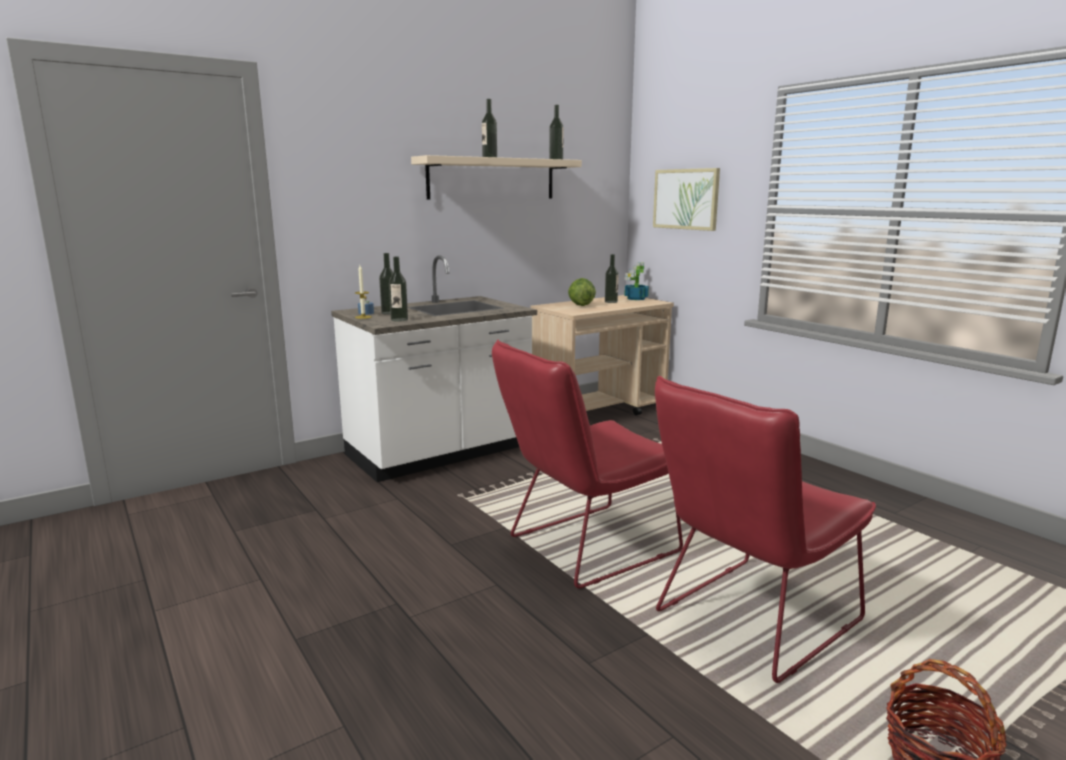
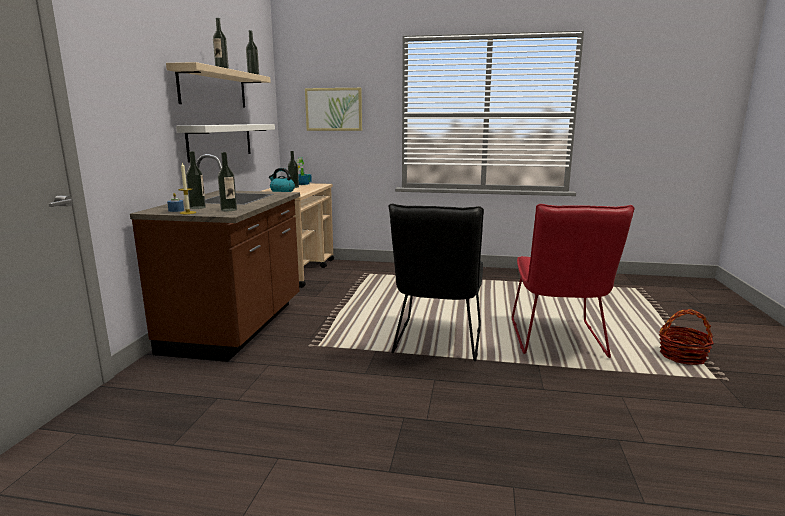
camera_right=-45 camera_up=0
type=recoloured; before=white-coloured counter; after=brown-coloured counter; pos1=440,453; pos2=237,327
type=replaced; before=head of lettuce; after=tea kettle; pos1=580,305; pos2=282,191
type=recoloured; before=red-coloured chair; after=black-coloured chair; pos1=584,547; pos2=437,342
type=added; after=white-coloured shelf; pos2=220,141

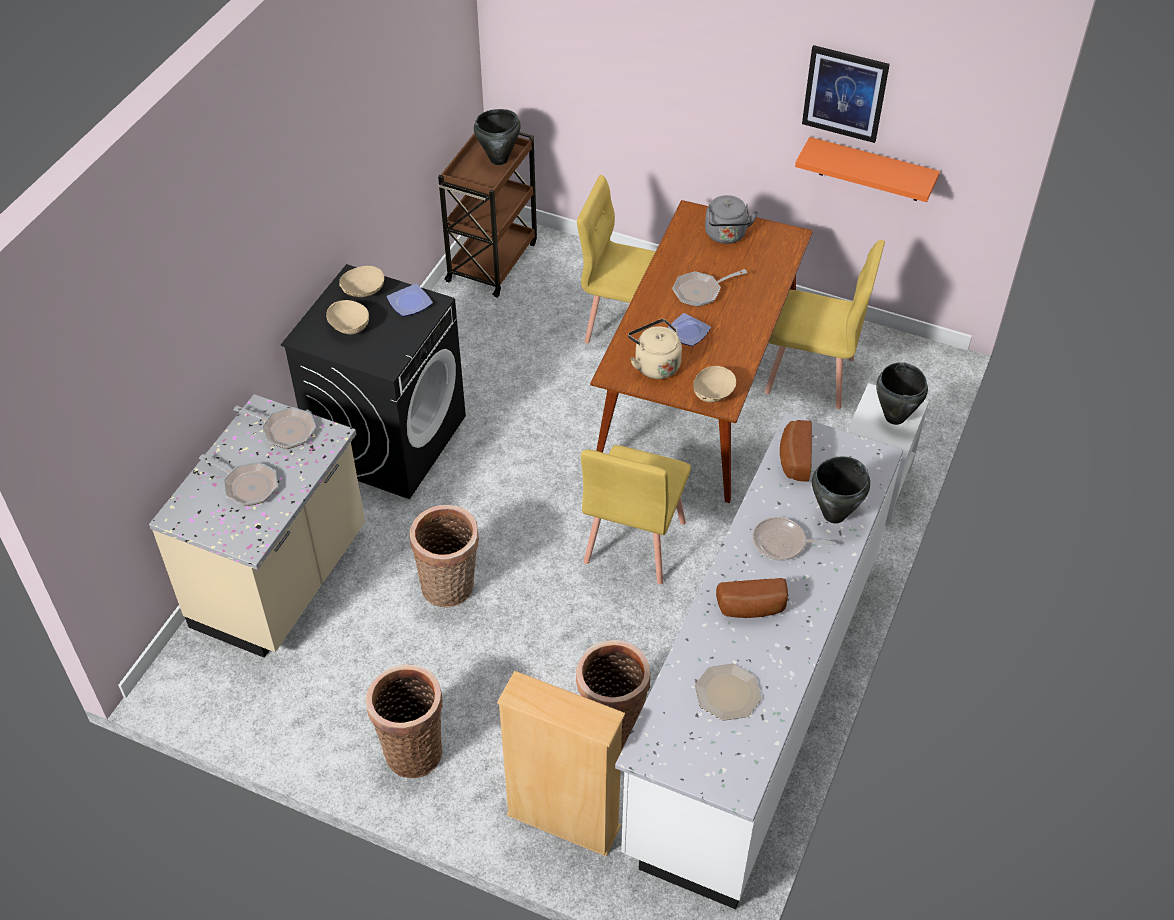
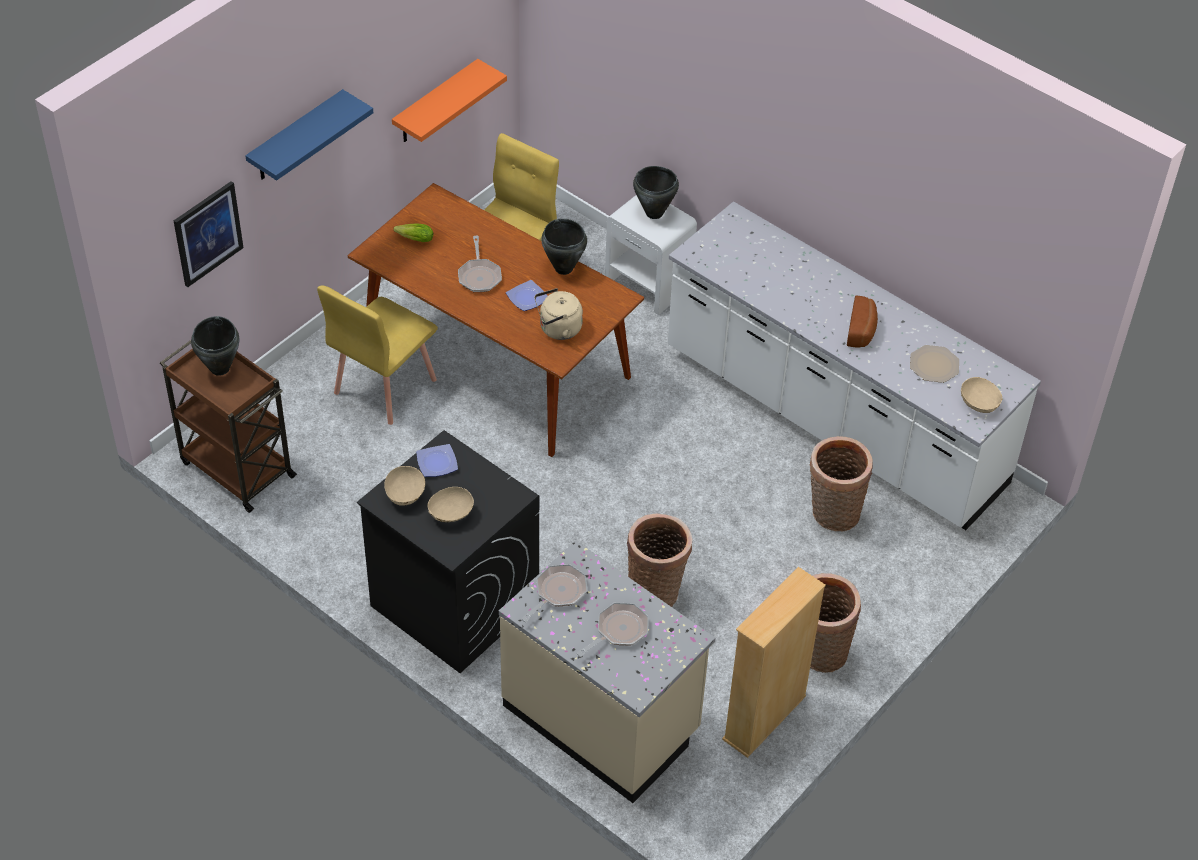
camera_right=-75 camera_up=0
type=moved; before=wall picture; pos1=845,93; pos2=207,233
type=replaced; before=gray tea kettle; after=head of lettuce; pos1=726,235; pos2=413,239
type=moved; before=beige-coloured serving bowl; pos1=713,394; pos2=979,404
type=removed; before=baked bread; pos1=793,459
type=removed; before=yellow chair; pos1=633,542
type=moved; before=black-coloured stockpot; pos1=833,514; pos2=563,268
type=removed; before=frying pan; pos1=782,543
type=moved; before=beige-coloured bookshelf; pos1=563,821; pos2=764,718
type=added; after=blue-coloured shelf; pos2=296,137

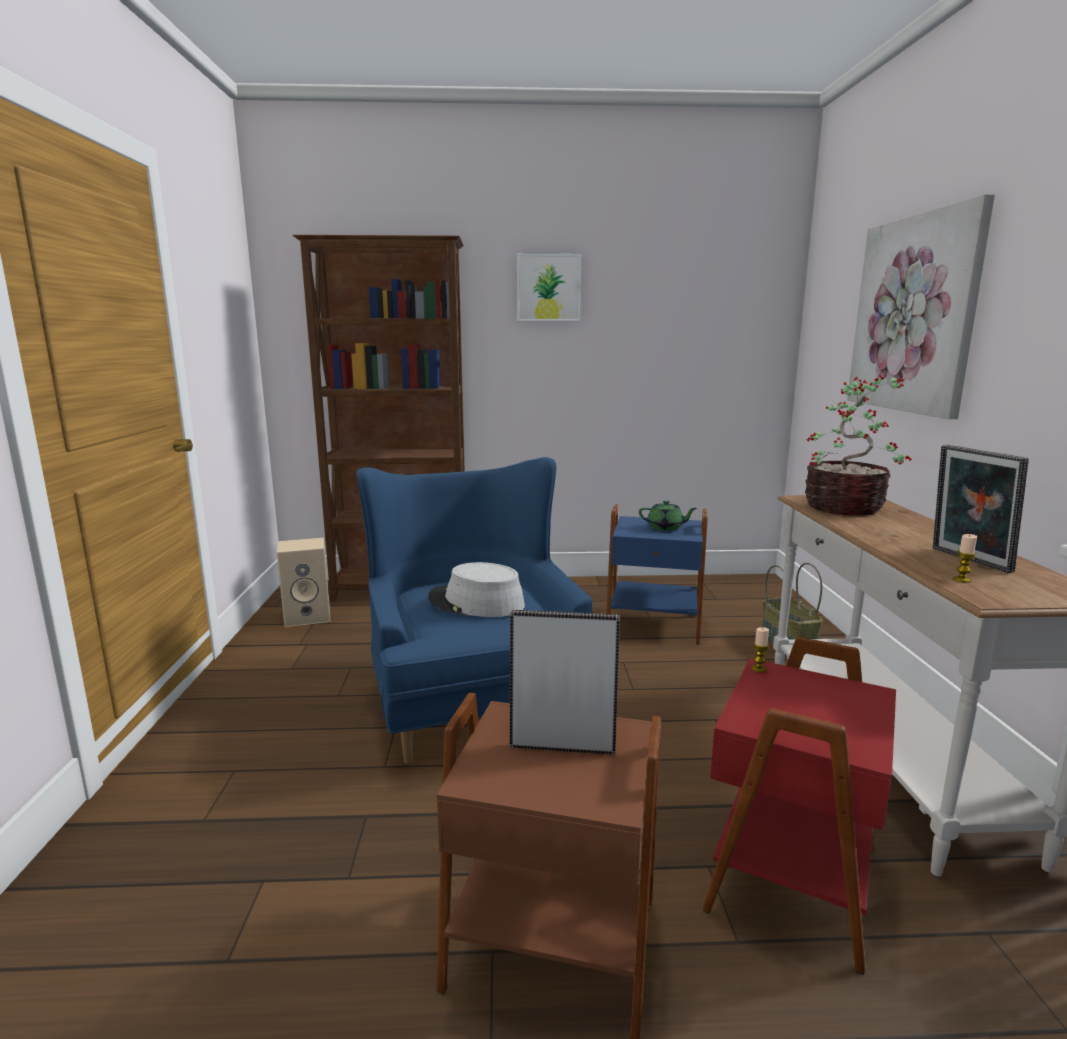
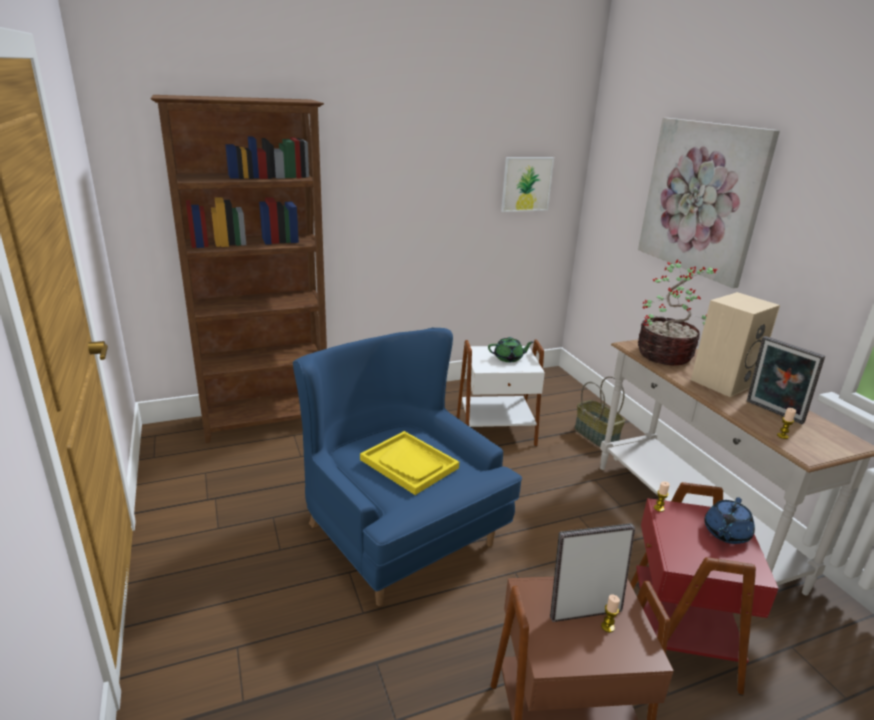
camera_right=-20 camera_up=10
type=moved; before=wall picture; pos1=548,288; pos2=526,184
type=recoloured; before=blue-coloured end table; after=white-coloured end table; pos1=653,625; pos2=496,432
type=moved; before=beige-coloured speaker; pos1=309,616; pos2=722,381
type=replaced; before=gray hat; after=yellow serving tray; pos1=476,603; pos2=409,464
type=added; after=blue-coloured tea pot; pos2=725,533
type=added; after=wax candle; pos2=607,627

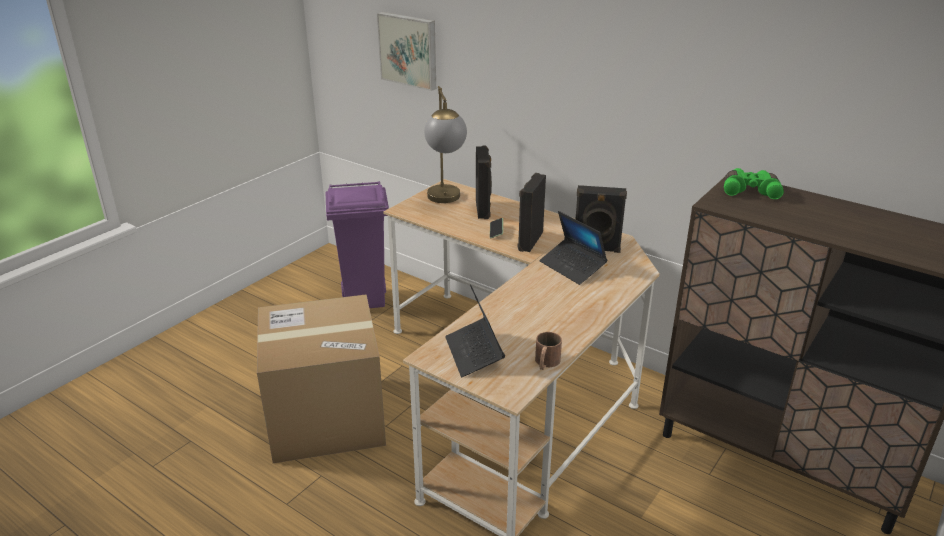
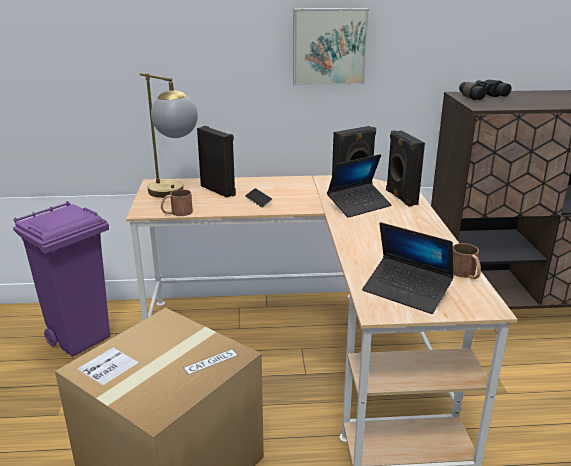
camera_right=-40 camera_up=-5
type=moved; before=wall picture; pos1=409,50; pos2=329,46
type=recoloured; before=green binoculars; after=black-coloured binoculars; pos1=750,191; pos2=480,97
type=moved; before=black-coloured speaker; pos1=529,241; pos2=400,197
type=turned; before=notebook computer; pos1=572,267; pos2=359,205; turn=-45
type=added; after=brown-coloured mug; pos2=177,213

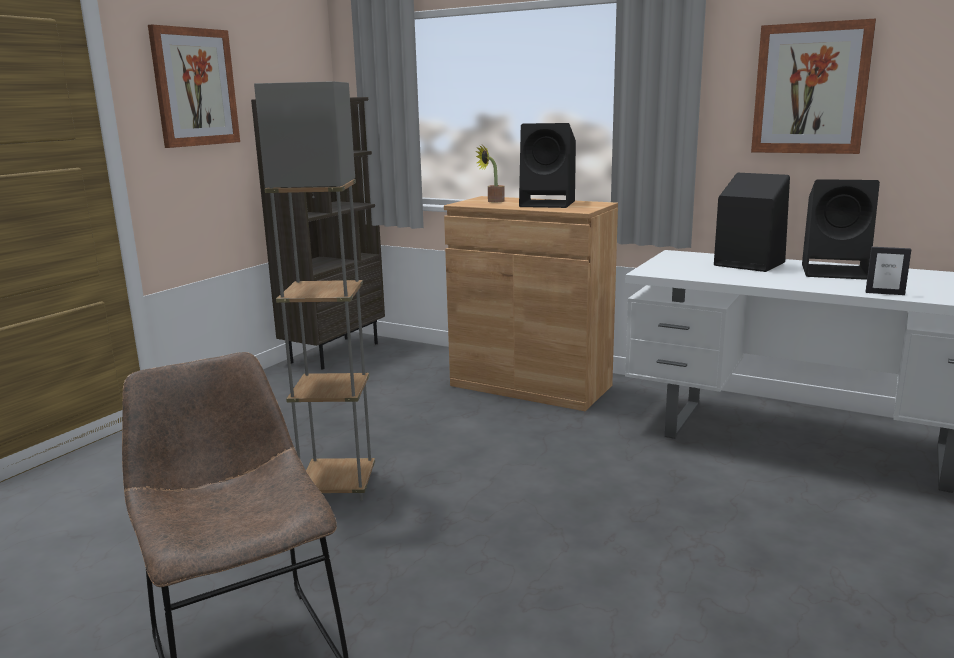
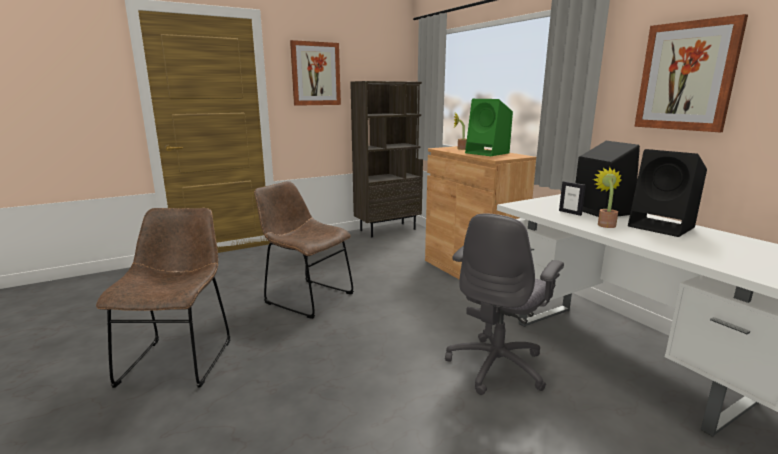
camera_right=30 camera_up=0
type=replaced; before=gray floor lamp; after=brown-coloured chair; pos1=337,486; pos2=306,297
type=recoloured; before=black-coloured speaker; after=green speaker; pos1=549,204; pos2=488,153
type=moved; before=photo frame; pos1=884,293; pos2=570,213
type=added; after=potted plant; pos2=605,224
type=added; after=gray computer chair; pos2=497,366

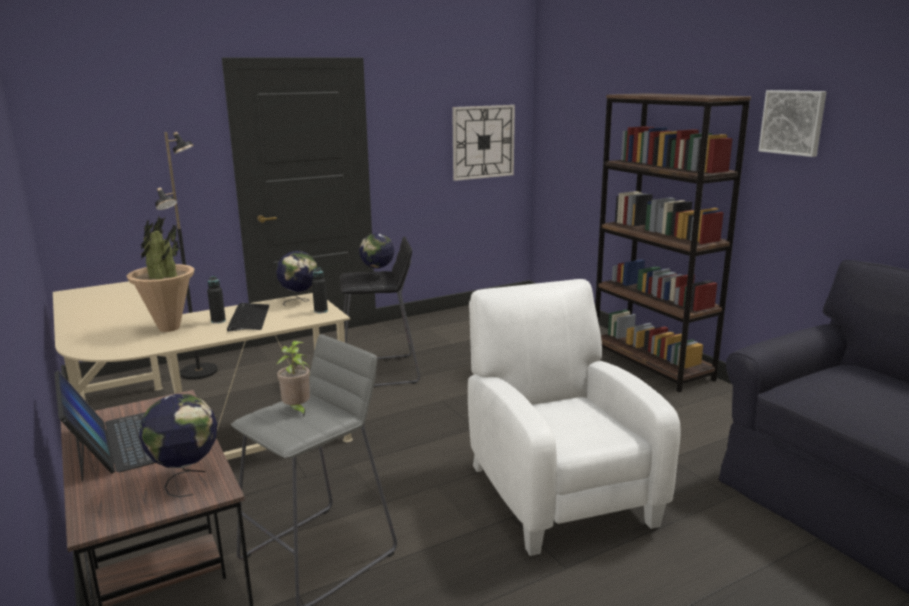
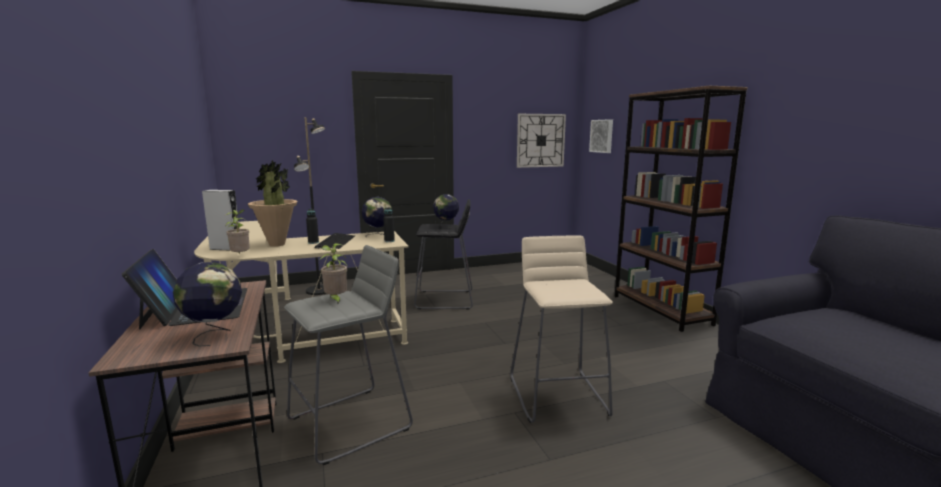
camera_right=10 camera_up=-5
type=moved; before=wall picture; pos1=793,122; pos2=602,136
type=replaced; before=white-coloured armchair; after=beige-coloured sitting stool; pos1=556,490; pos2=558,395
type=added; after=gray speaker; pos2=225,248
type=added; after=potted plant; pos2=241,256

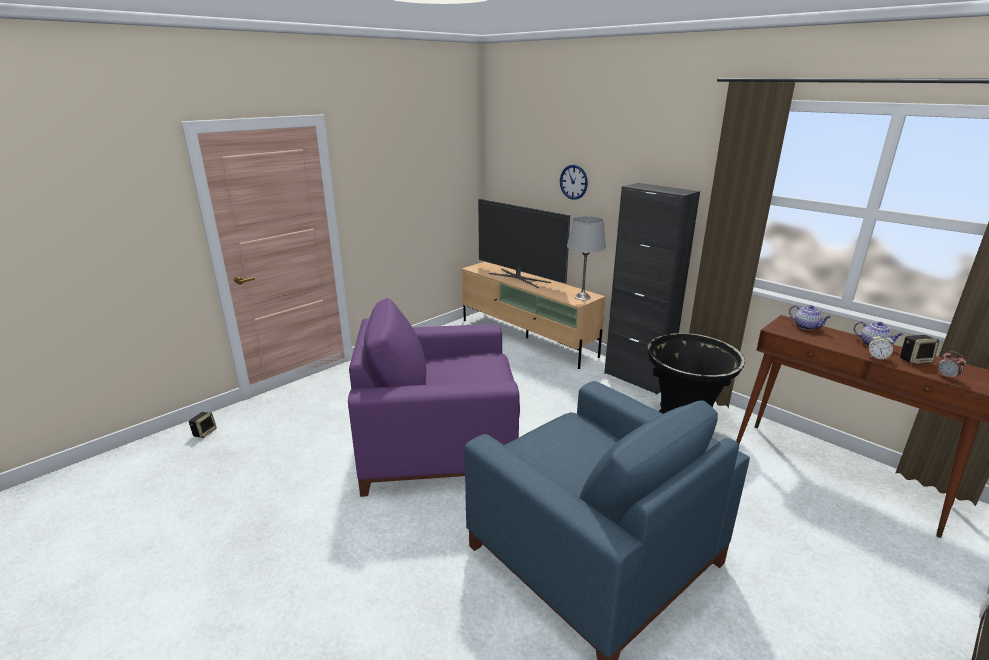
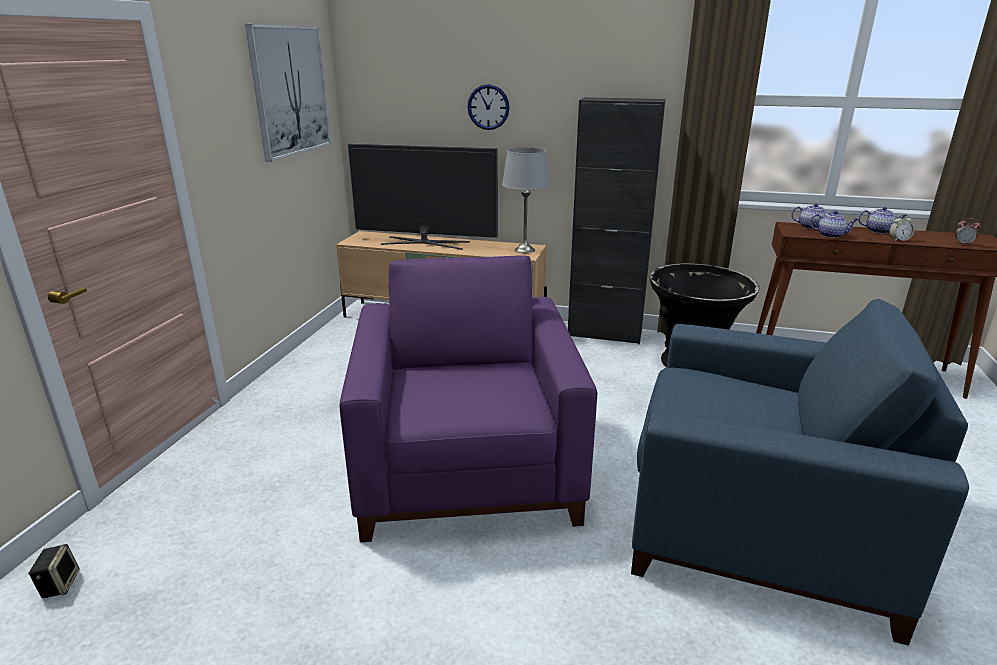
camera_right=-30 camera_up=0
type=turned; before=purplish armchair; pos1=440,444; pos2=468,468; turn=120
type=removed; before=speaker; pos1=915,360
type=added; after=wall picture; pos2=290,91
type=added; after=tea pot; pos2=831,235

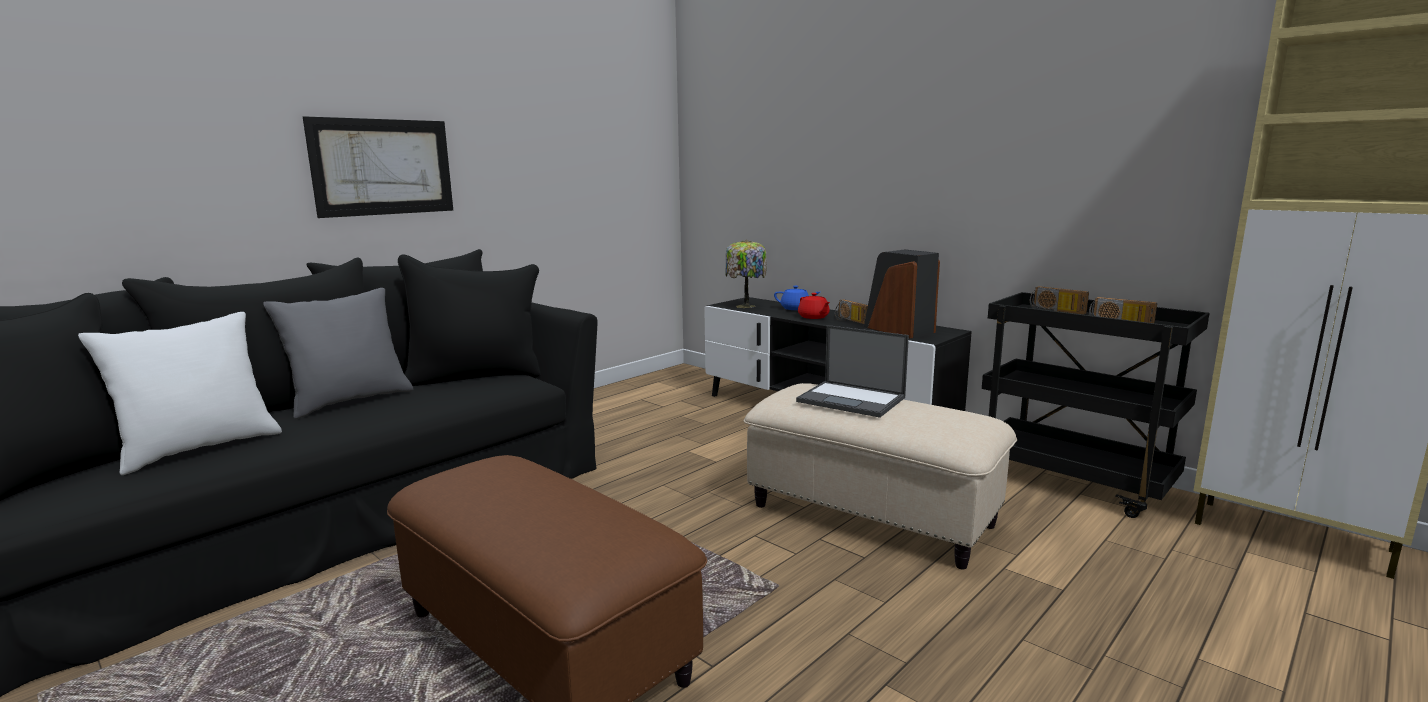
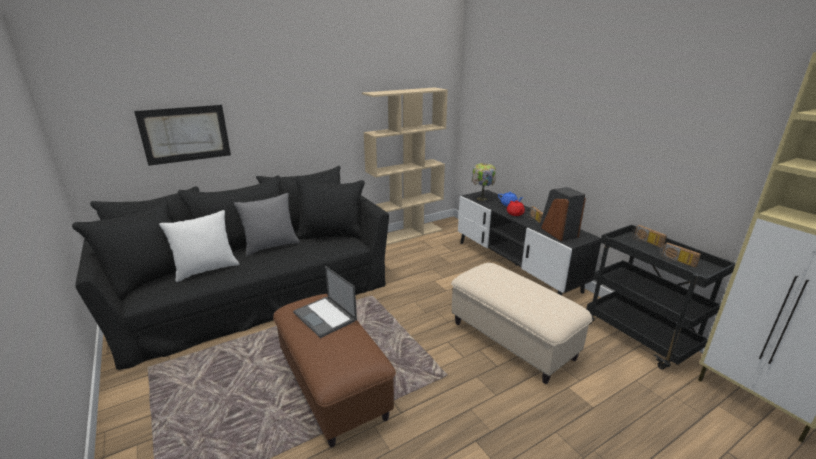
camera_right=15 camera_up=10
type=moved; before=wall picture; pos1=383,167; pos2=185,134
type=moved; before=notebook computer; pos1=852,400; pos2=325,316
type=added; after=beige-coloured bookshelf; pos2=406,234

